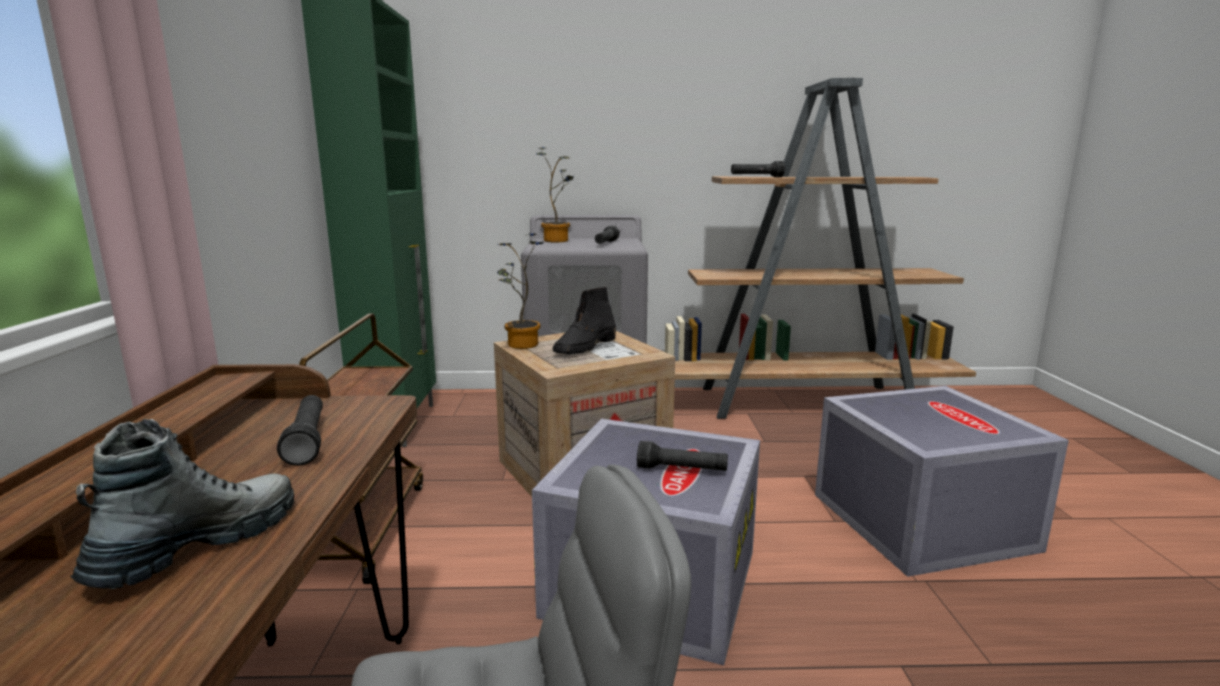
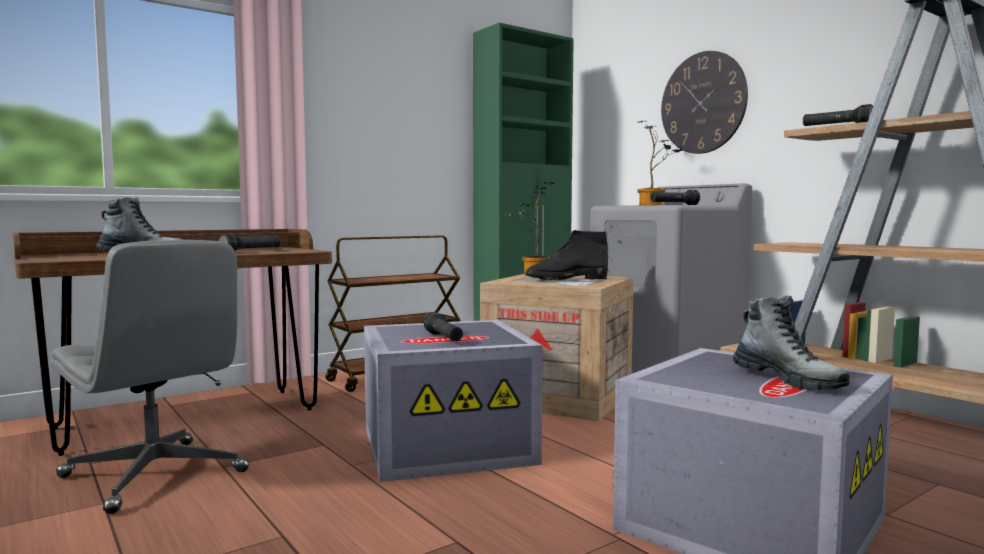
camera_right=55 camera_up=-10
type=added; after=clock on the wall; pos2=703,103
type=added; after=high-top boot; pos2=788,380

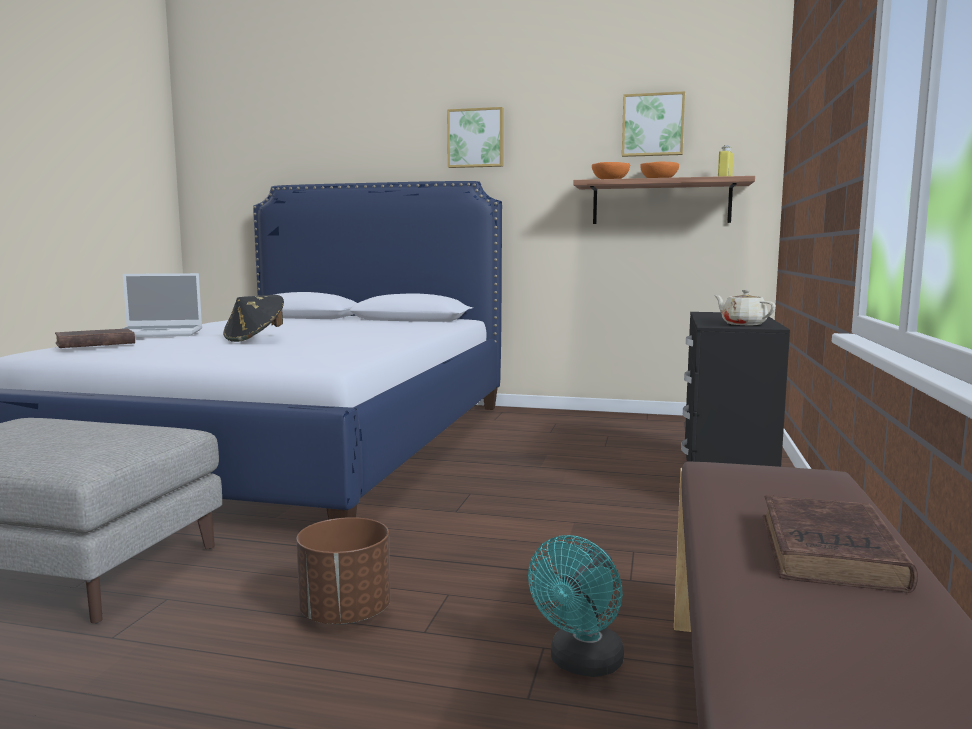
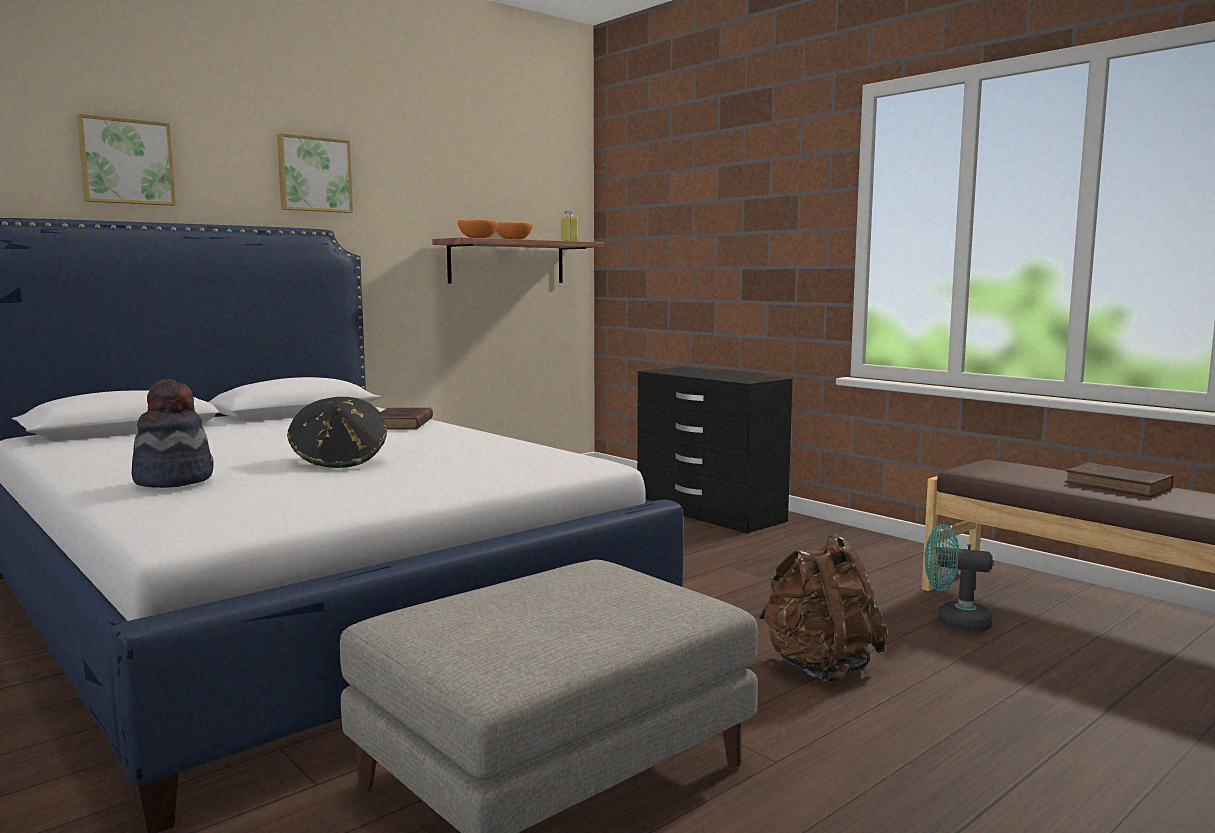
camera_right=-55 camera_up=0
type=moved; before=wall picture; pos1=653,125; pos2=126,162
type=replaced; before=notebook computer; after=hat; pos1=160,333; pos2=174,480
type=removed; before=beige-coloured tea pot; pos1=742,324
type=moved; before=brown-coloured book; pos1=93,343; pos2=402,424
type=replaced; before=brown-coloured plant pot; after=brown-coloured backpack; pos1=345,614; pos2=819,667
type=turned; before=turquoise-coloured fan; pos1=582,664; pos2=954,622; turn=135

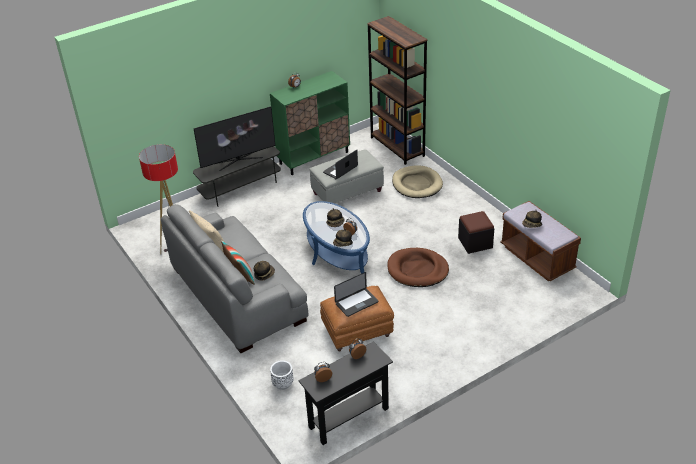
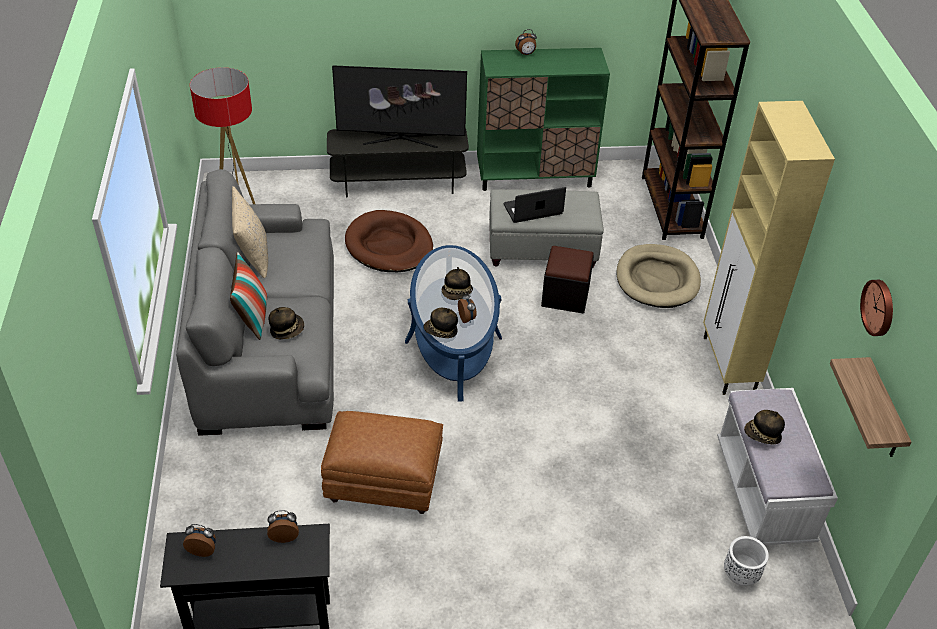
camera_right=25 camera_up=5
type=recoloured; before=brown-coloured indoor bench; after=white-coloured indoor bench; pos1=537,258; pos2=763,492
type=moved; before=black-coloured pouffe; pos1=475,243; pos2=565,296
type=moved; before=brown-coloured dog cushion; pos1=417,270; pos2=389,245
type=removed; before=notebook computer; pos1=356,303
type=moved; before=white-coloured plant pot; pos1=283,384; pos2=740,574
type=added; after=beige-coloured cabinet; pos2=728,365
type=added; after=clock on the wall; pos2=879,307
type=added; after=shelf; pos2=884,412

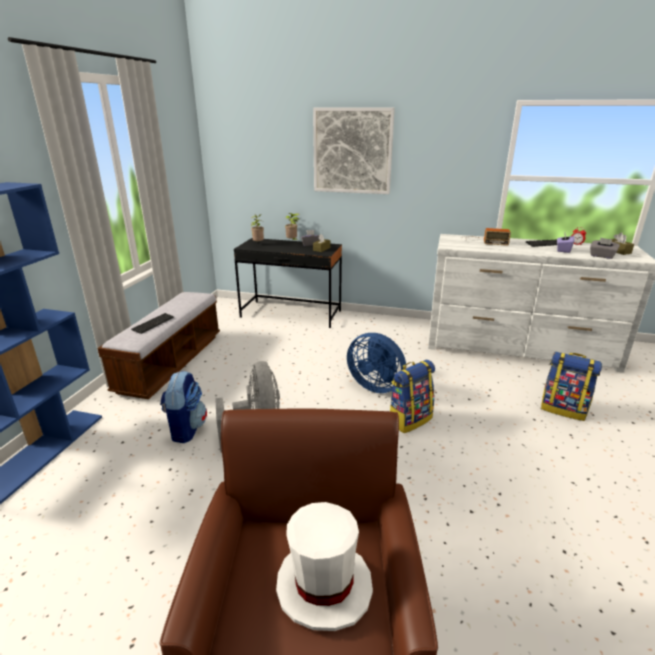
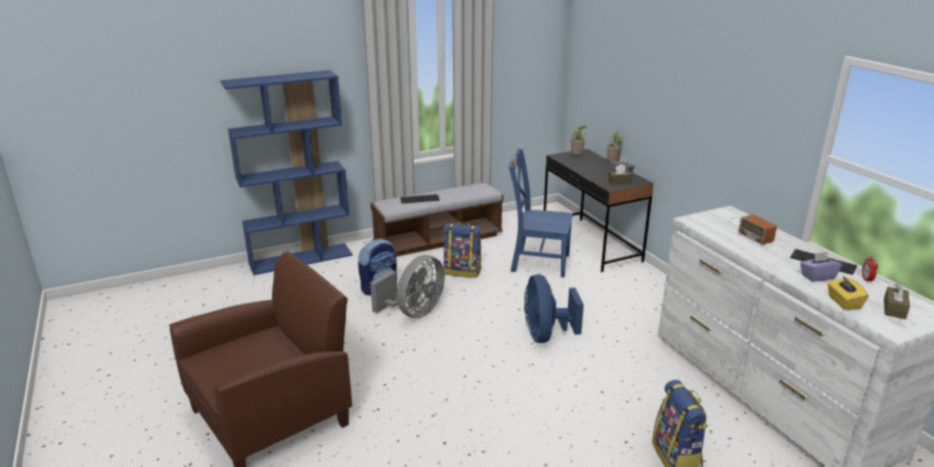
camera_right=50 camera_up=0
type=removed; before=wall picture; pos1=352,151
type=recoloured; before=gray tissue holder; after=yellow tissue holder; pos1=601,256; pos2=843,302
type=moved; before=backpack; pos1=409,419; pos2=463,271
type=removed; before=white-coloured hat; pos1=324,585
type=added; after=blue-coloured chair; pos2=537,262

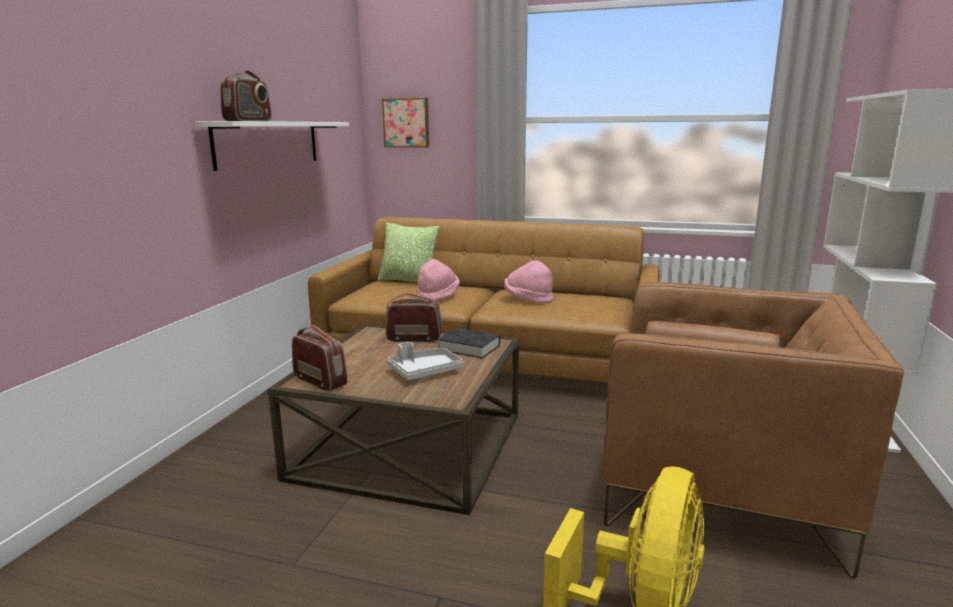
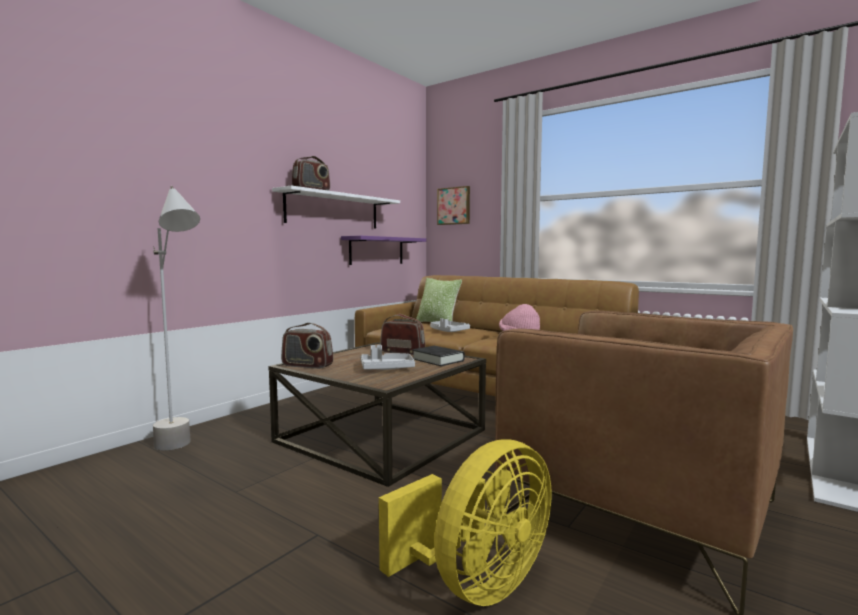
camera_right=20 camera_up=-10
type=replaced; before=pinkish hat; after=gray serving tray; pos1=437,296; pos2=448,331
type=turned; before=radio; pos1=320,381; pos2=307,365; turn=135
type=added; after=gray floor lamp; pos2=182,451
type=added; after=purplish shelf; pos2=377,251

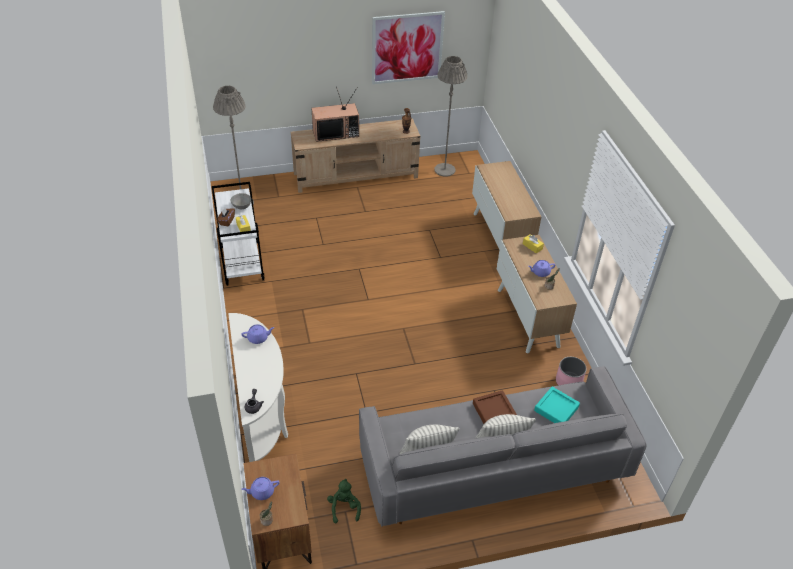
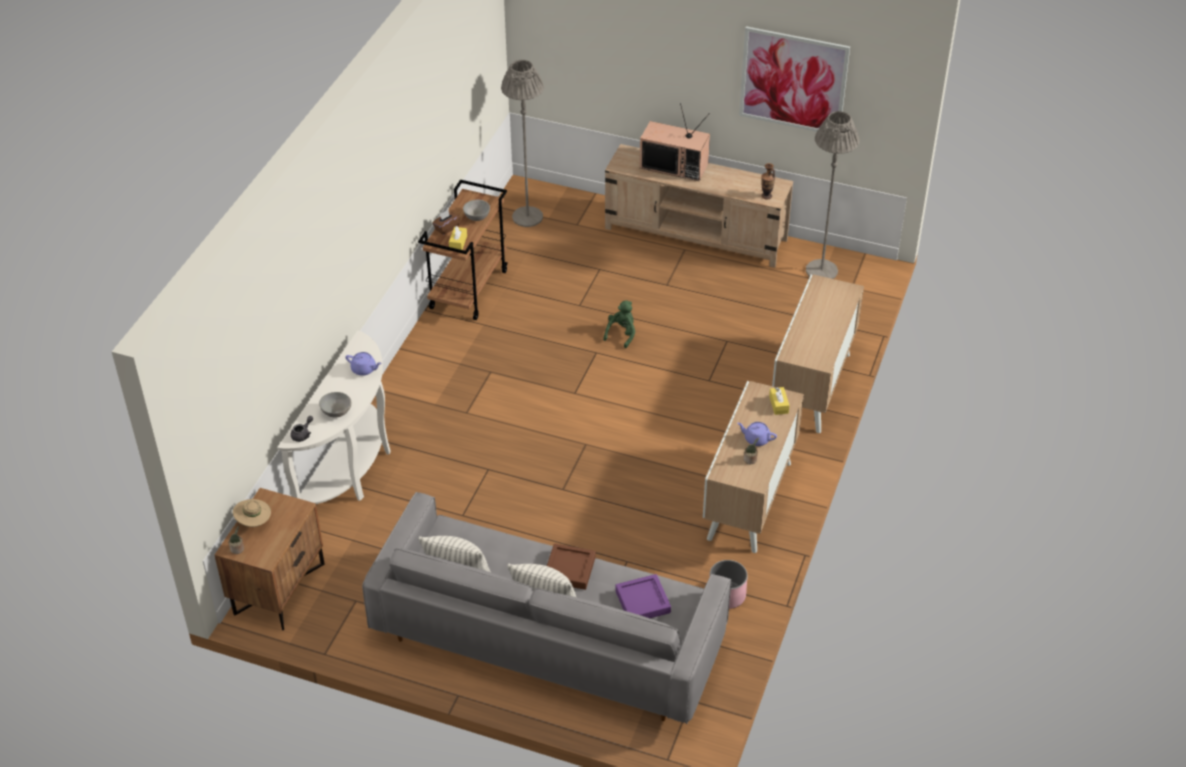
camera_right=35 camera_up=0
type=recoloured; before=white-coloured wheeled cart; after=brown-coloured wheeled cart; pos1=241,262; pos2=468,289
type=recoloured; before=turquoise-coloured serving tray; after=purplish serving tray; pos1=556,409; pos2=642,602
type=replaced; before=purplish tea pot; after=beige-coloured hat; pos1=262,492; pos2=254,522
type=moved; before=green cuddly toy; pos1=344,507; pos2=621,334
type=added; after=gray serving bowl; pos2=336,412

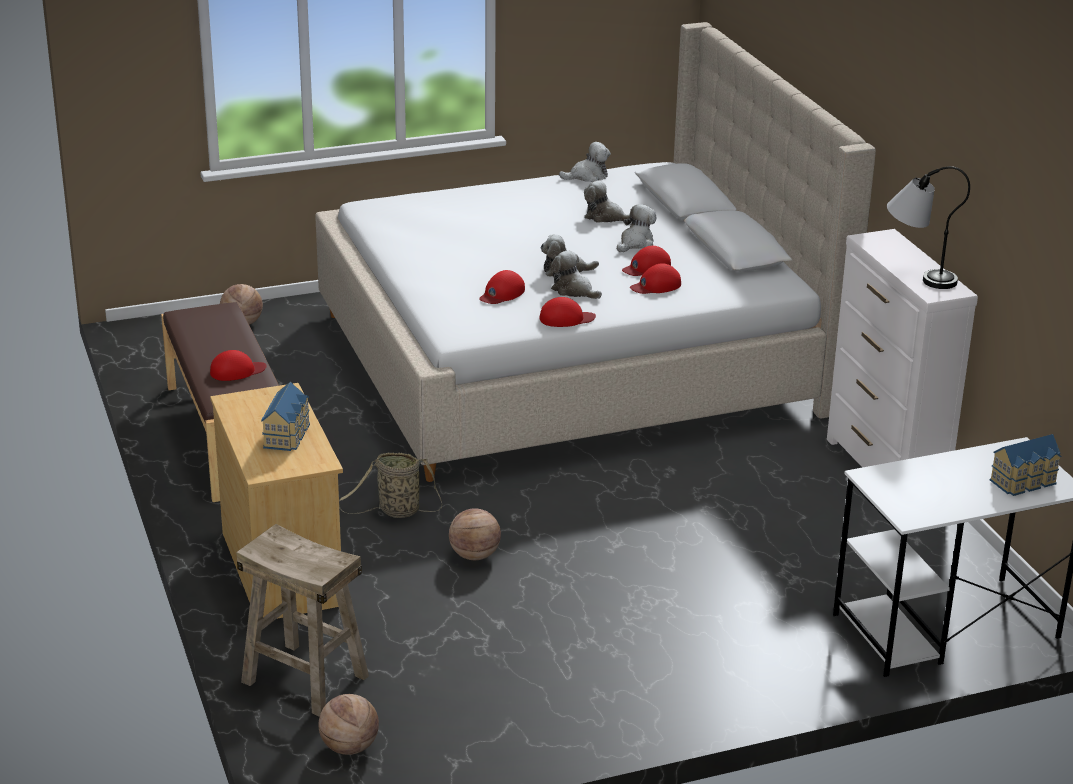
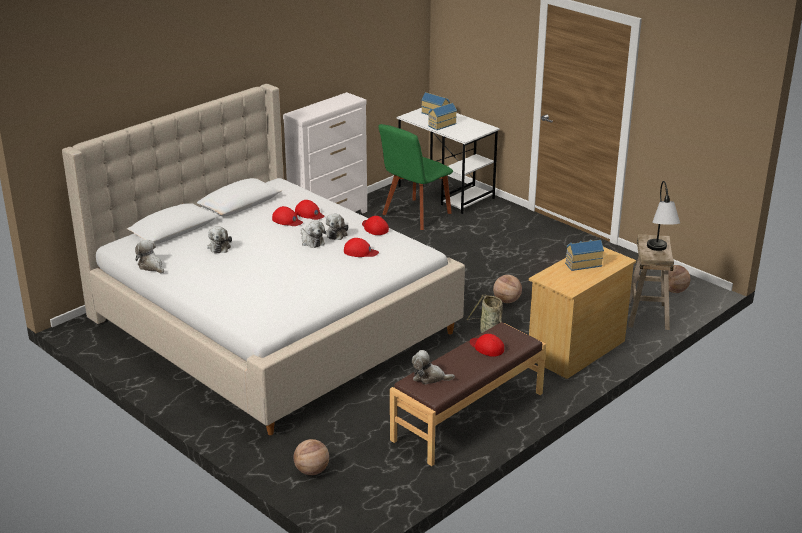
camera_right=-115 camera_up=0
type=moved; before=tabletop lamp; pos1=916,276; pos2=659,252
type=moved; before=cuddly toy; pos1=635,243; pos2=429,377
type=added; after=model house; pos2=441,124
type=added; after=green chair; pos2=414,215

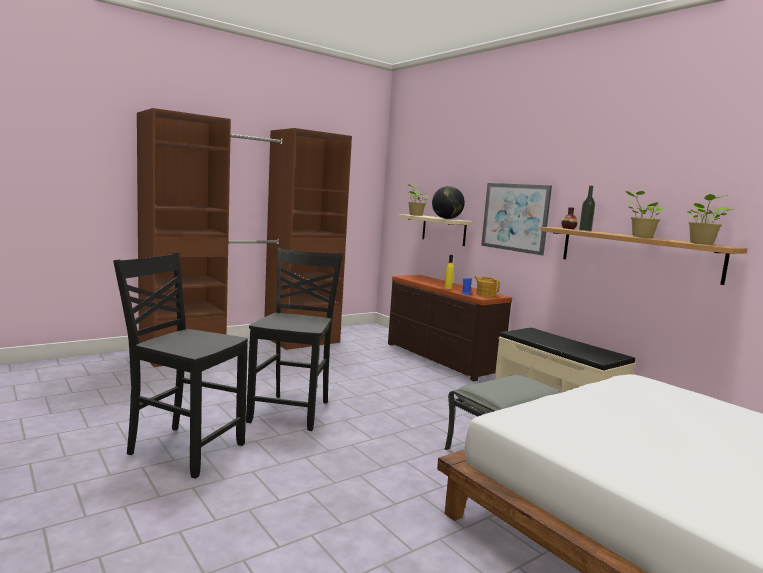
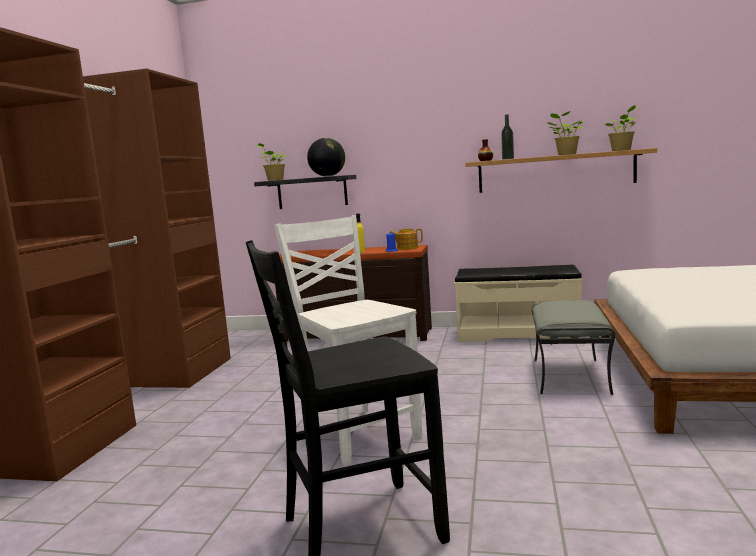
camera_right=-40 camera_up=0
type=removed; before=wall picture; pos1=515,217
type=recoloured; before=beige-coloured shelf; after=black-coloured shelf; pos1=443,230; pos2=312,192
type=recoloured; before=black-coloured chair; after=white-coloured chair; pos1=292,411; pos2=358,433

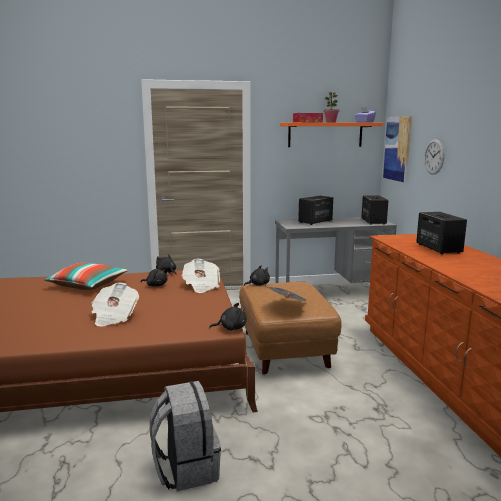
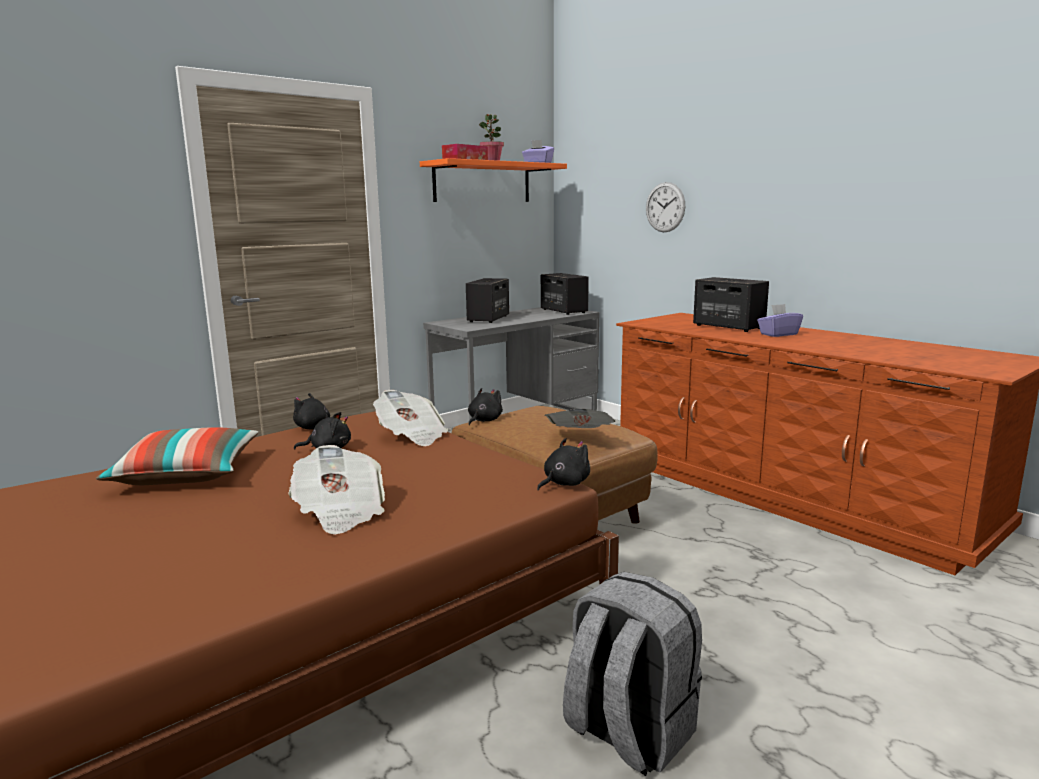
camera_right=-30 camera_up=0
type=removed; before=wall picture; pos1=397,148
type=added; after=purplish tissue holder; pos2=778,334

